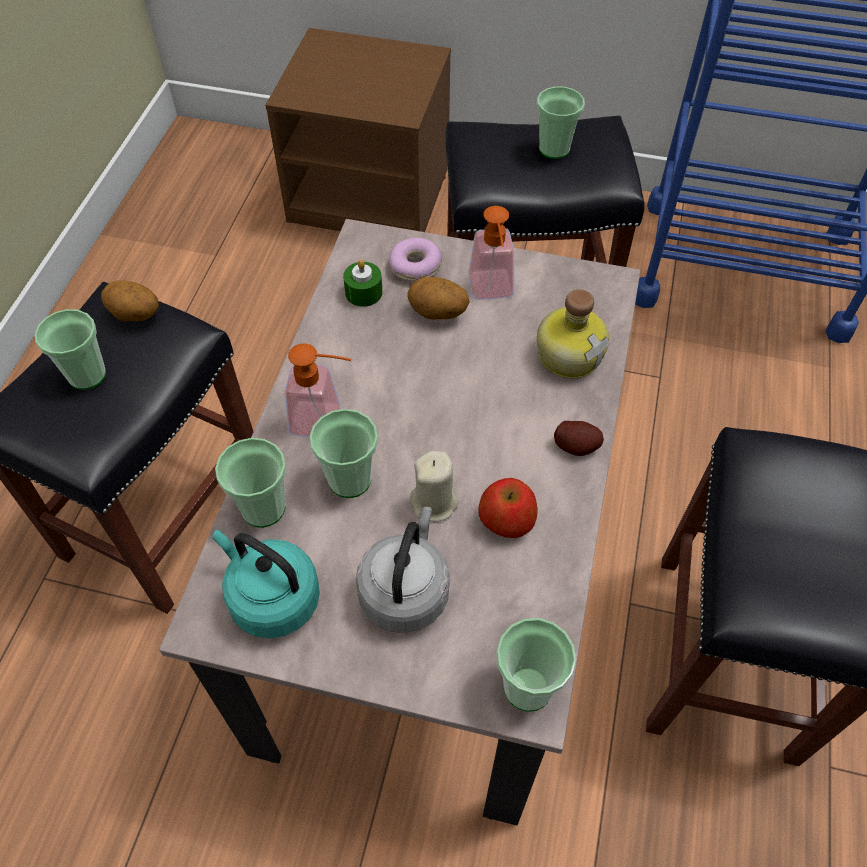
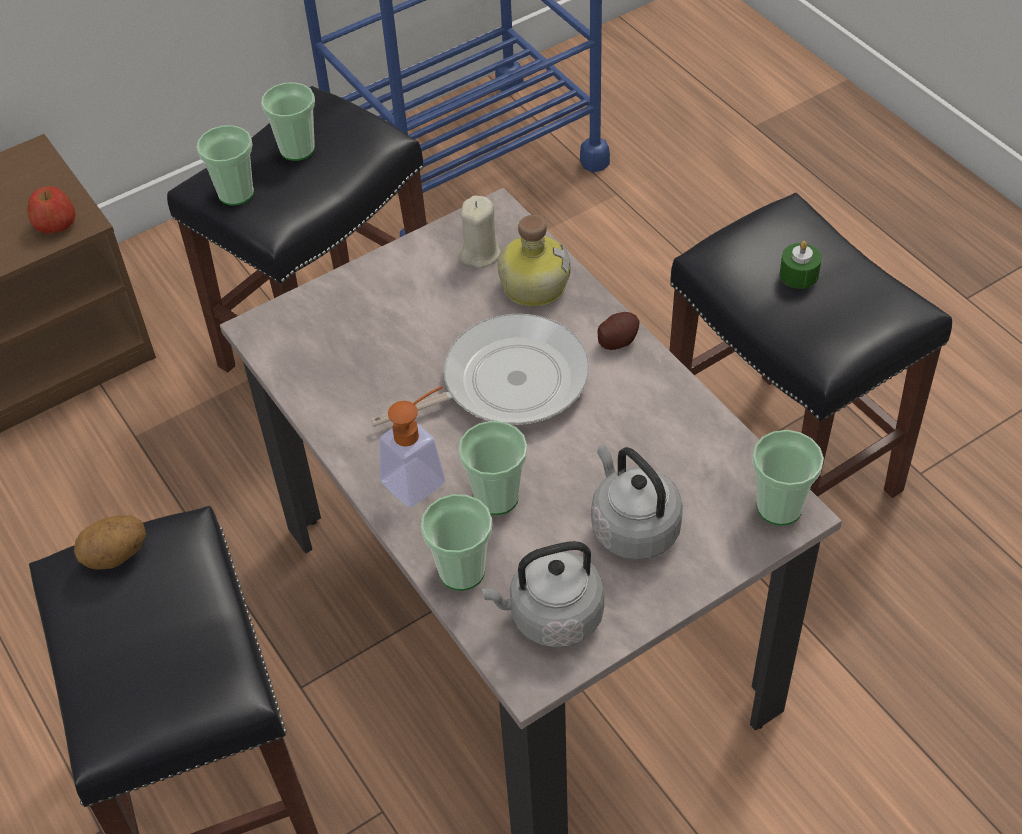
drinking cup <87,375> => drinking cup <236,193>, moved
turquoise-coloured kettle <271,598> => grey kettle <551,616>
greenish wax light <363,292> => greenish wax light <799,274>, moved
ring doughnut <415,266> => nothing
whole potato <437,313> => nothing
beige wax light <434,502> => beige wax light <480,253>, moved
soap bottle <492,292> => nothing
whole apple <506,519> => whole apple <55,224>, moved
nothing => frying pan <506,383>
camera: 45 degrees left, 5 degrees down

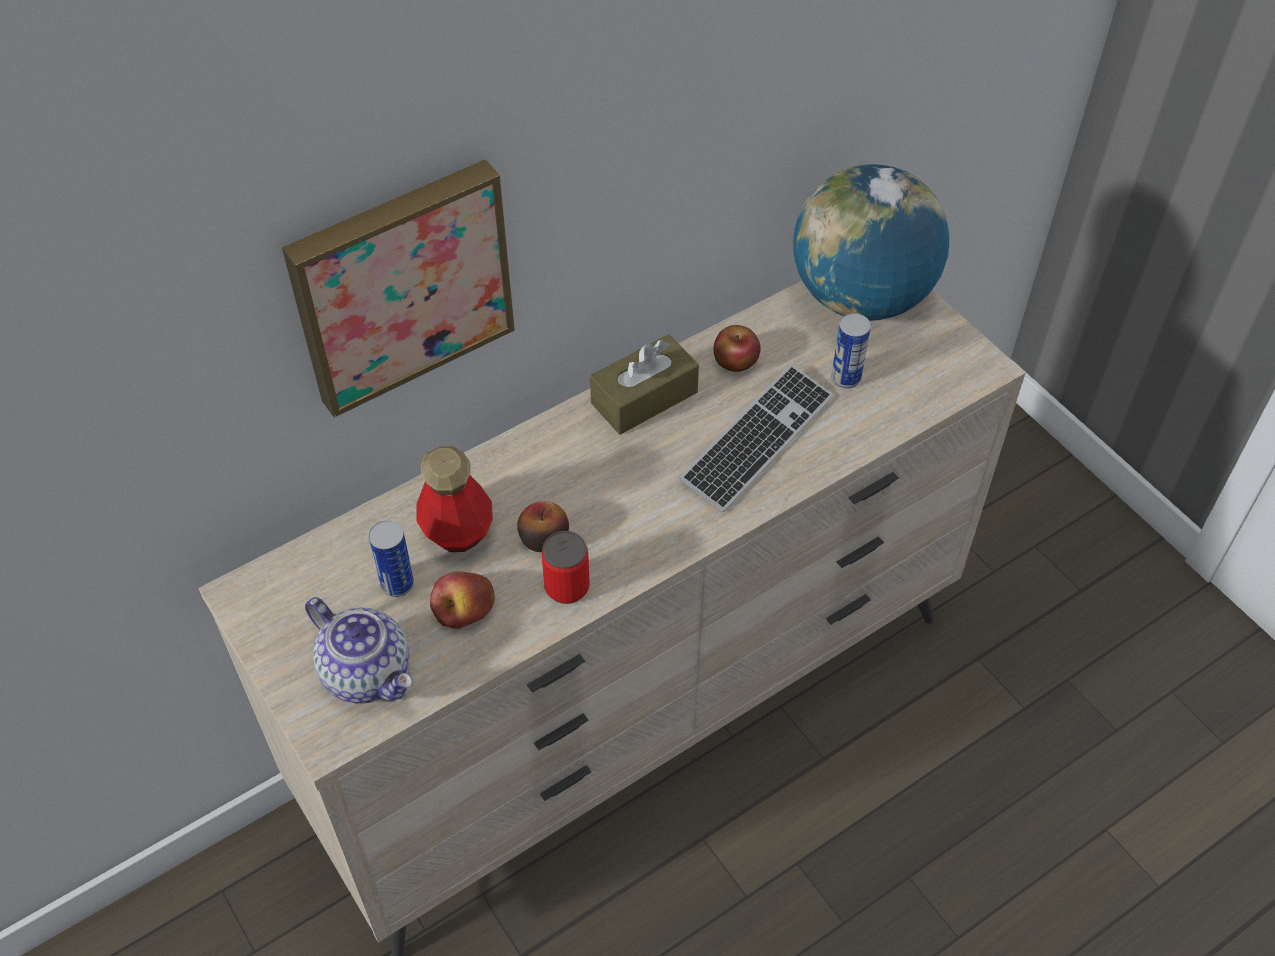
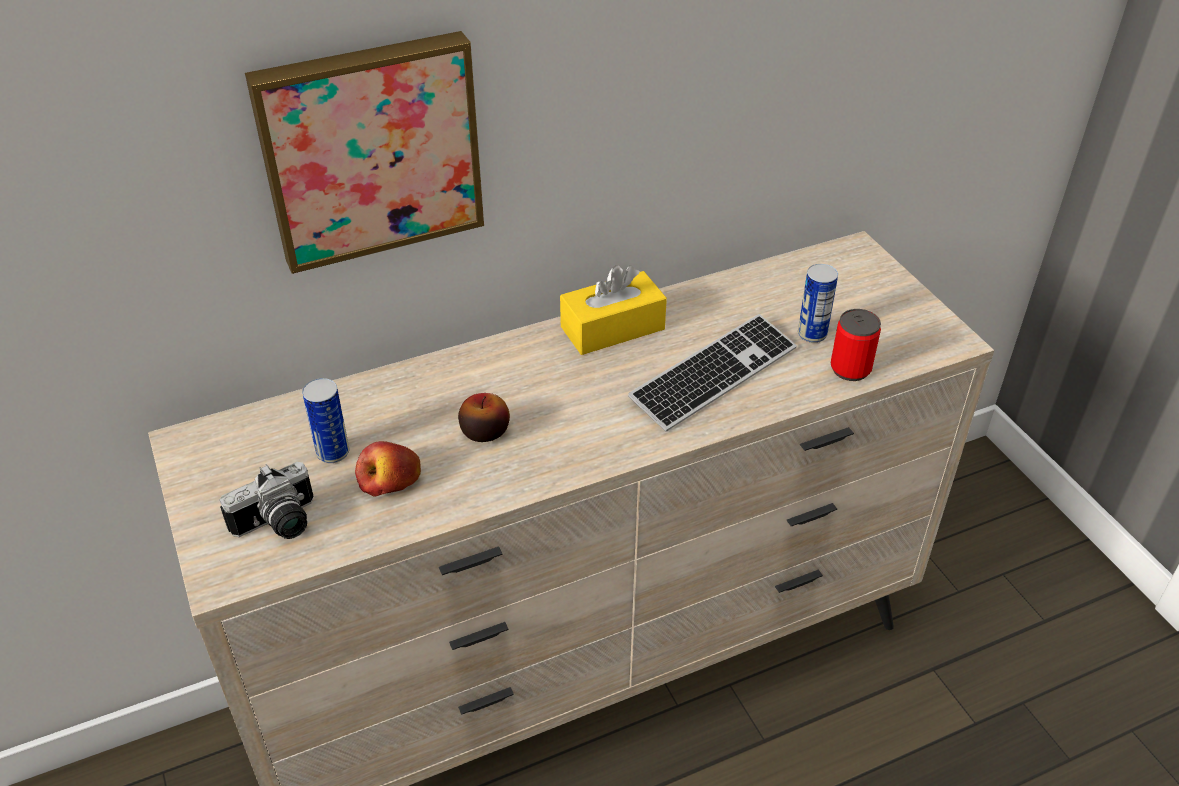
tea pot <368,673> => still camera <279,525>
drink bottle <457,531> => nothing
sealed can <567,587> => sealed can <850,369>, moved
brownish box of tissues <644,397> => yellow-coloured box of tissues <612,328>
whole apple <736,360> => nothing
world globe <861,298> => nothing
camera: 10 degrees right, 10 degrees down

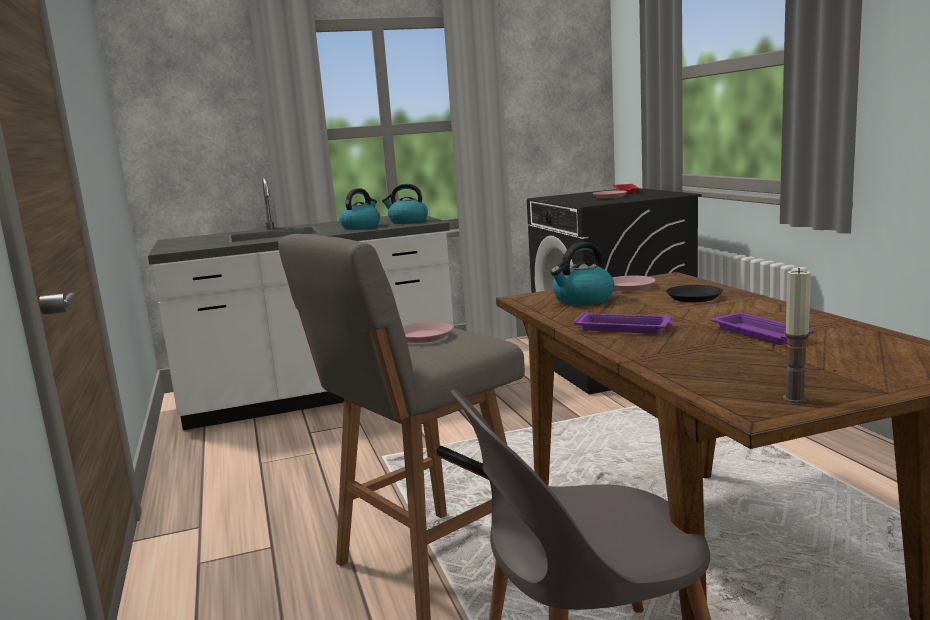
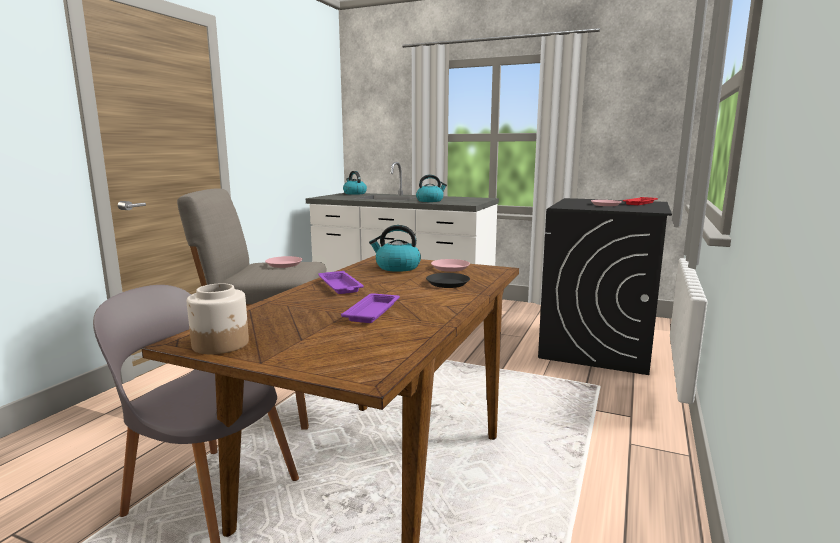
kettle <407,221> => kettle <354,193>, moved
wax light <794,399> => storage jar <221,344>
camera: 40 degrees right, 0 degrees up

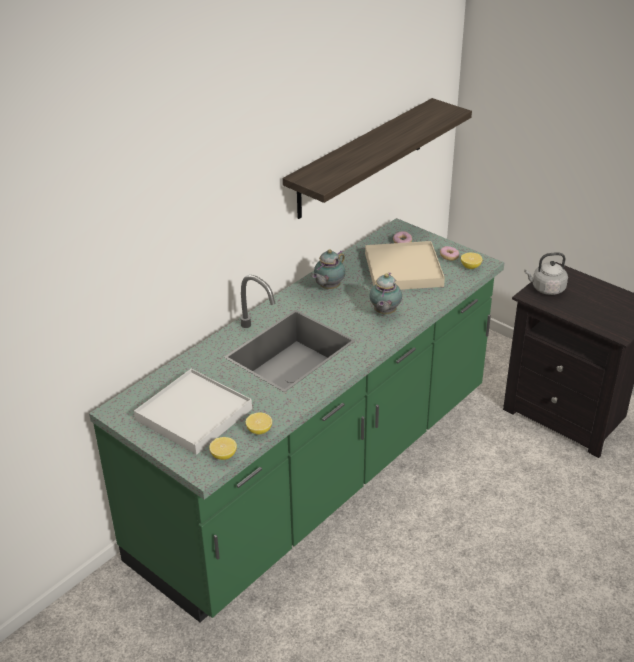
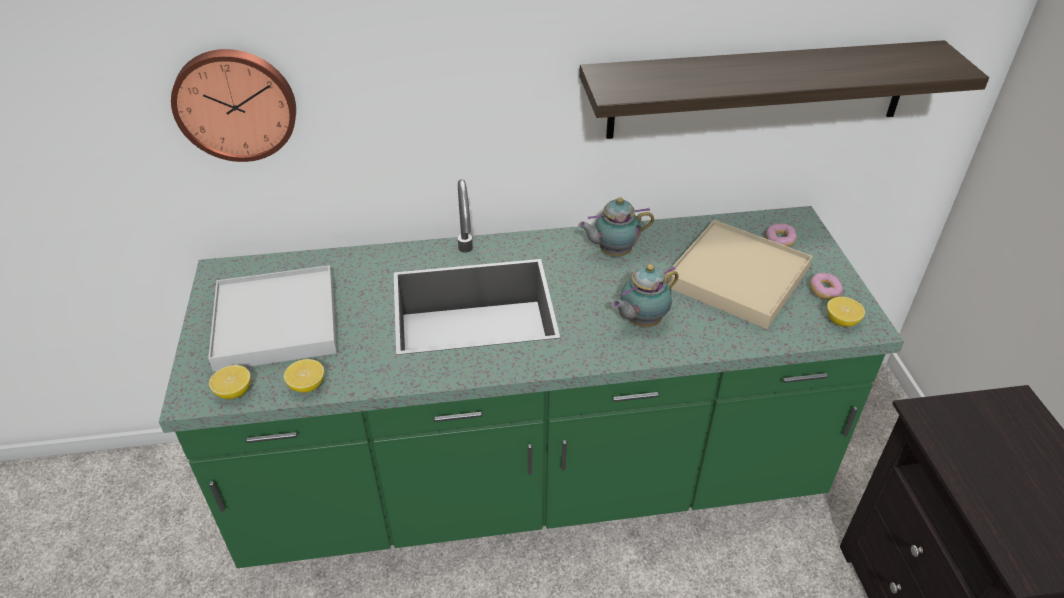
grey kettle <546,289> => nothing
nothing => hanging clock <235,104>
camera: 40 degrees right, 5 degrees up

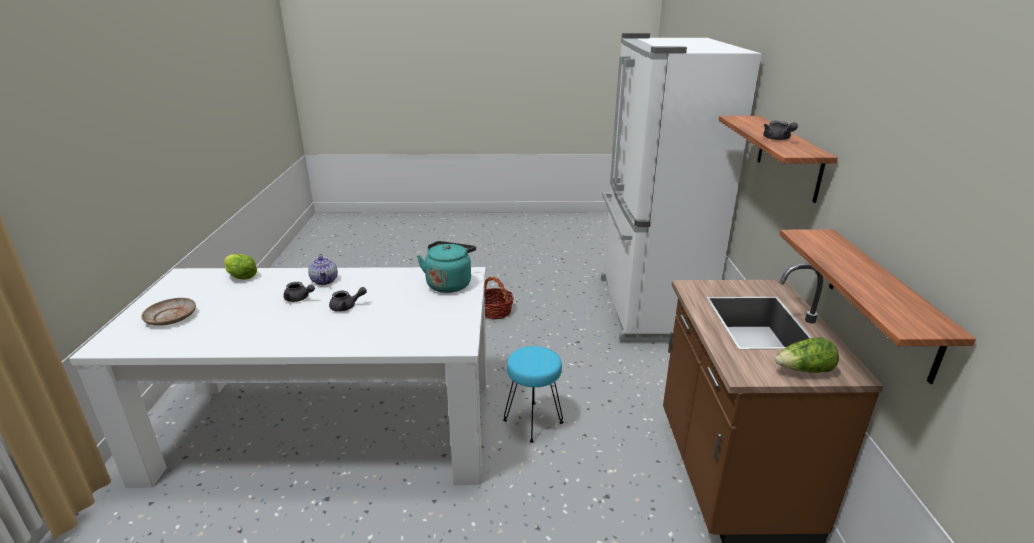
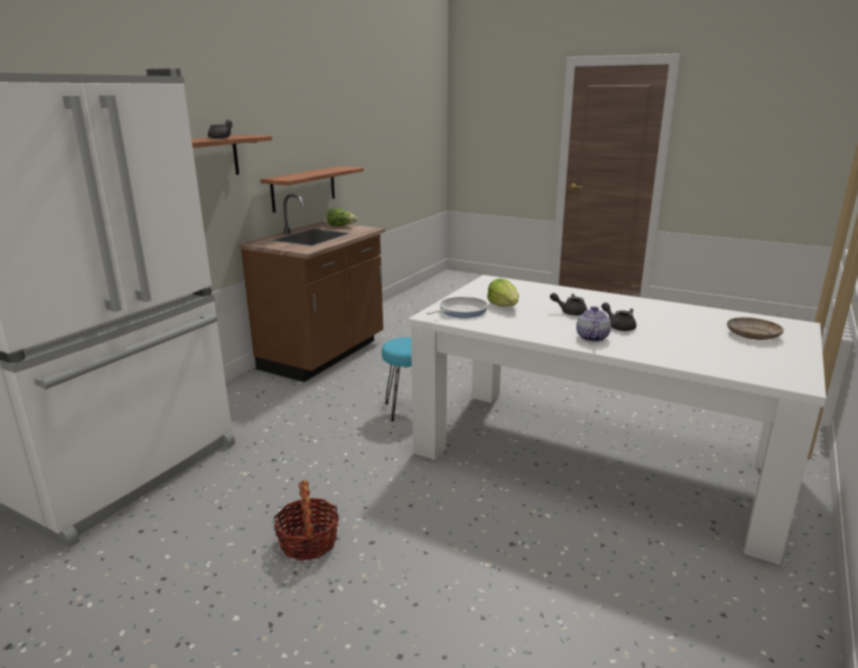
lettuce <240,276> => lettuce <504,306>, moved
turquoise-coloured kettle <449,283> => frying pan <460,311>
camera: 150 degrees left, 5 degrees down

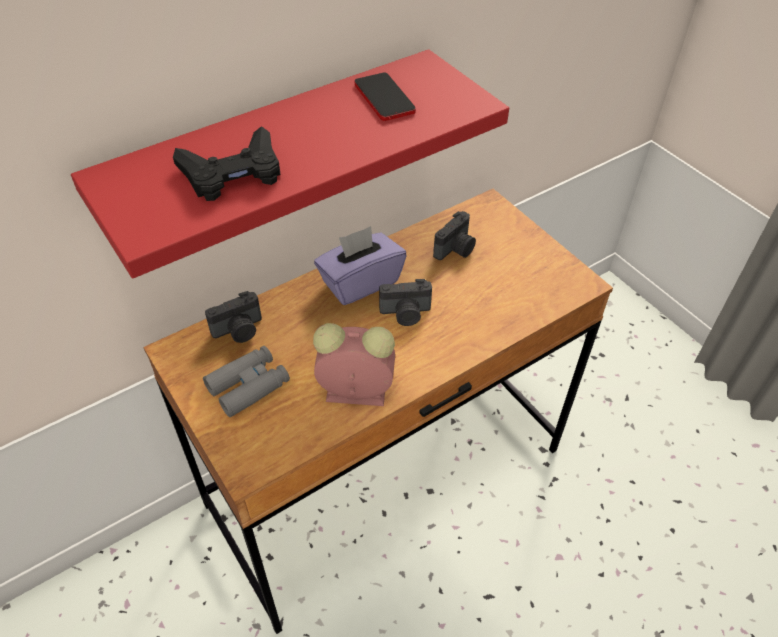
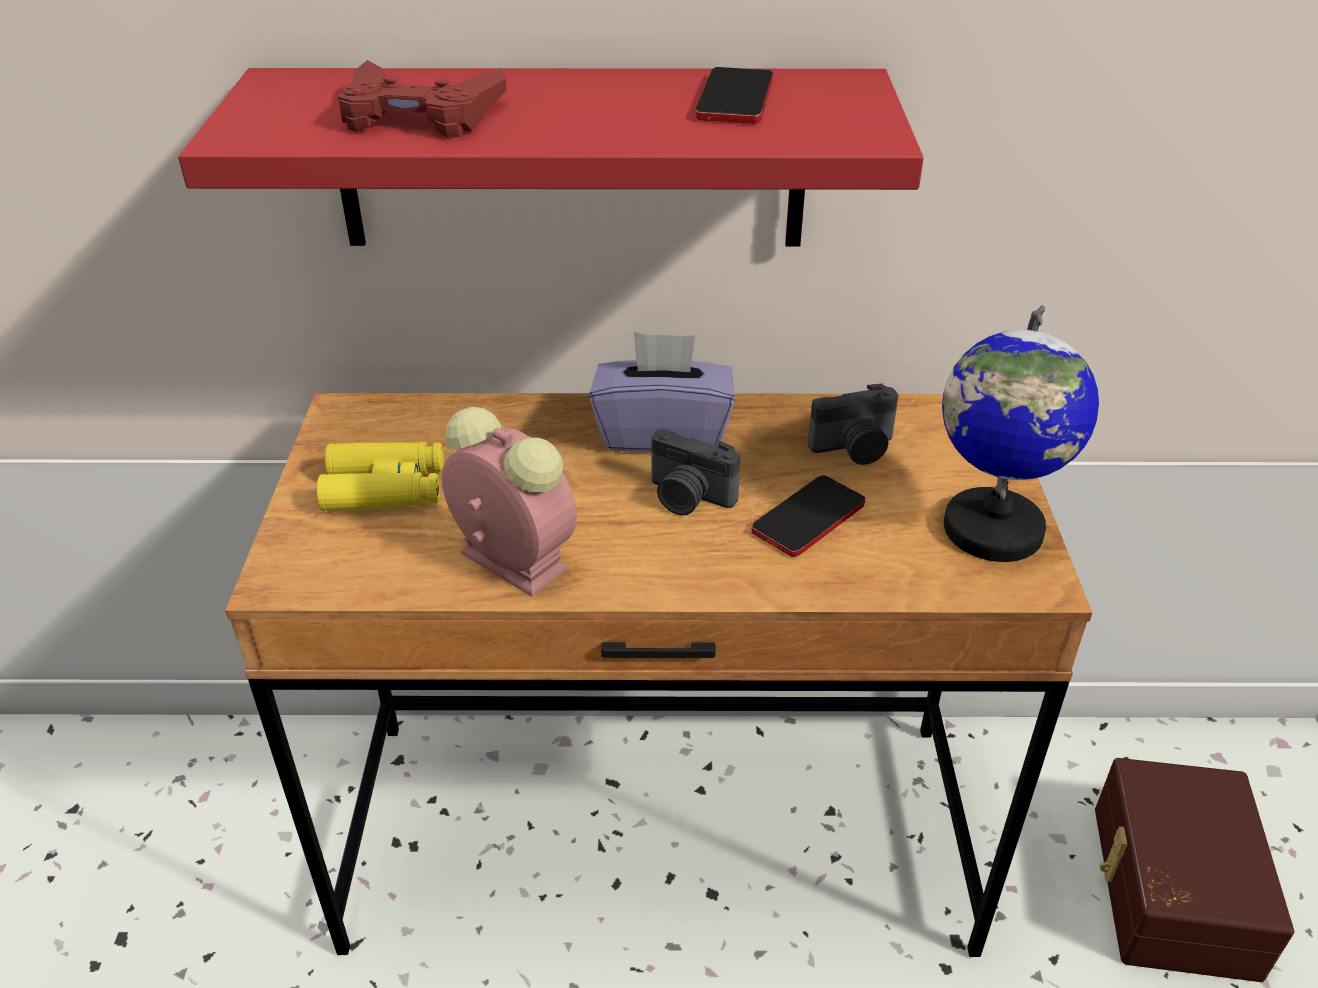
blackish game controller <232,173> => red game controller <419,115>
grey binoculars <248,386> => yellow-coloured binoculars <385,488>
still camera <239,331> => nothing
nothing => handset <809,518>
nothing => world globe <991,529>
nothing => brownish storage box <1169,889>
camera: 35 degrees right, 10 degrees down

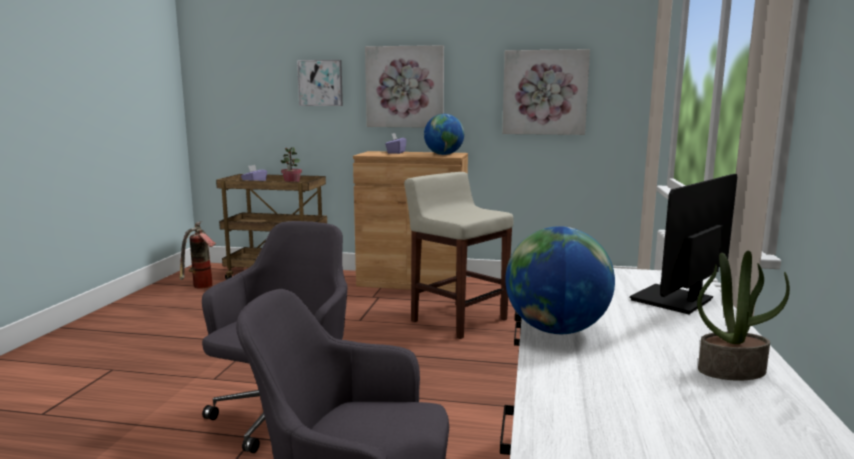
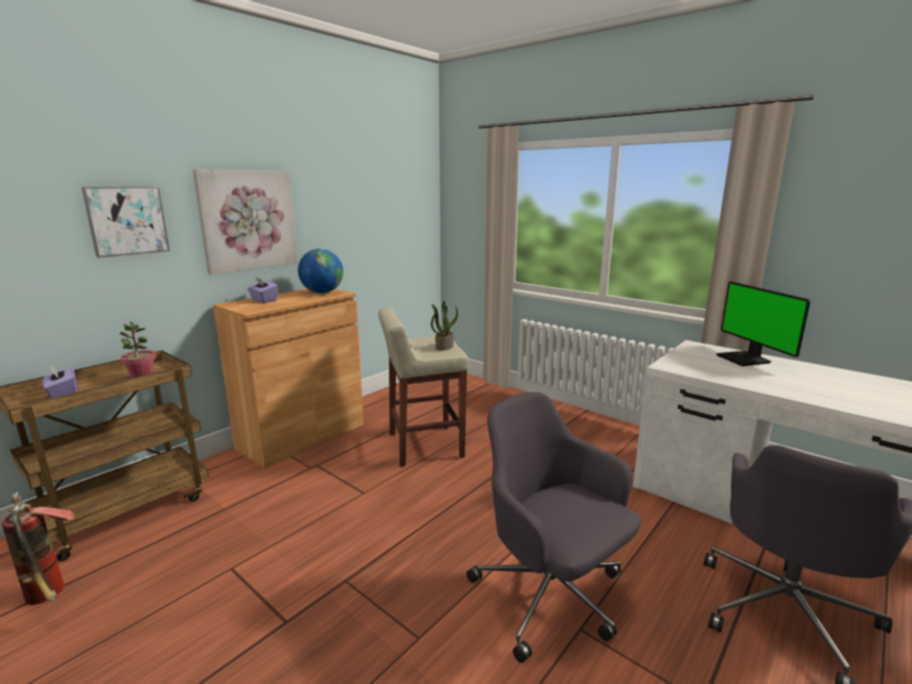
picture <544,92> => nothing
world globe <556,330> => nothing
houseplant <731,370> => houseplant <444,346>, moved
camera: 60 degrees left, 5 degrees up

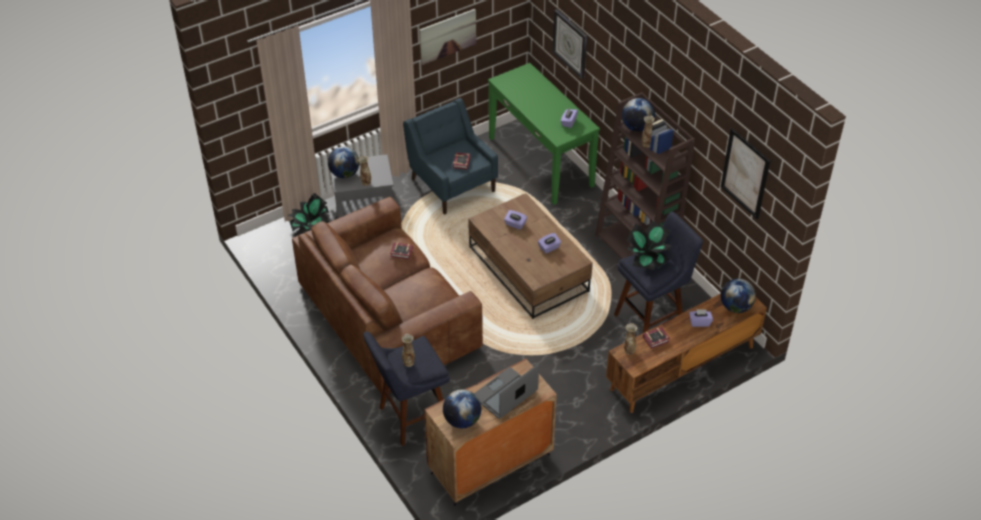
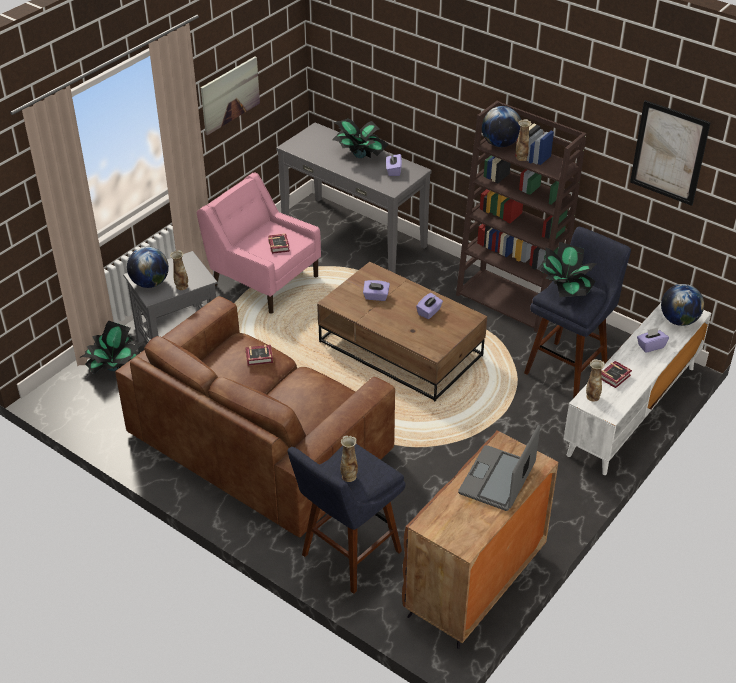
bluish easy chair <452,183> => pinkish easy chair <263,279>
world globe <462,420> => nothing
greenish console table <541,161> => grey console table <354,234>
hanging clock <570,43> => nothing
brownish media console <682,368> => white media console <632,411>
nothing => houseplant <359,155>
camera: 20 degrees left, 5 degrees down

